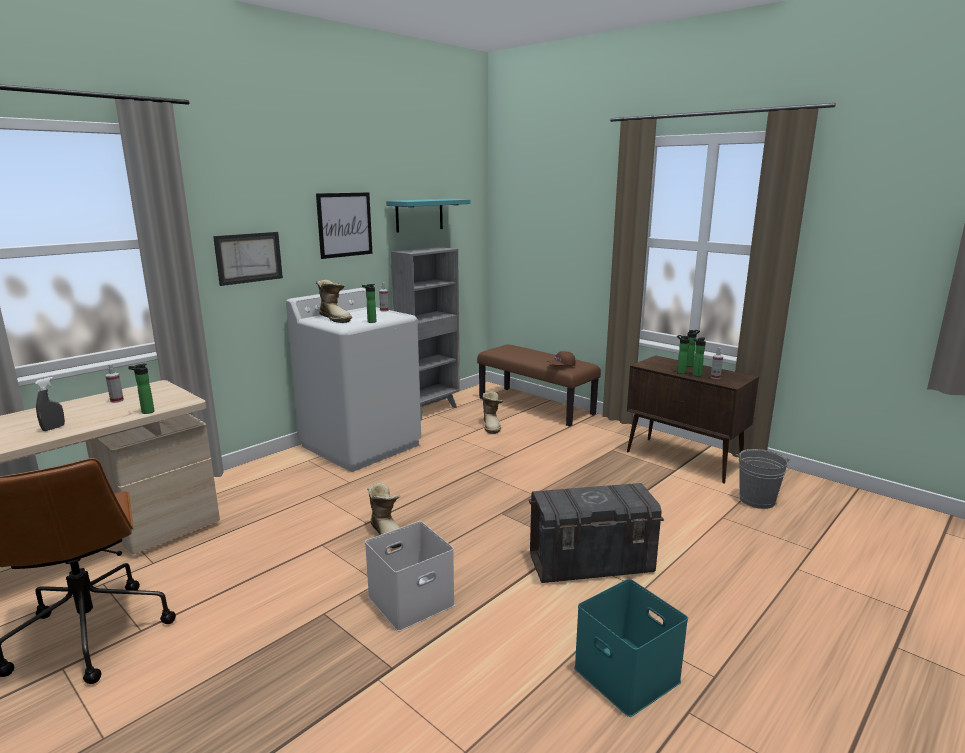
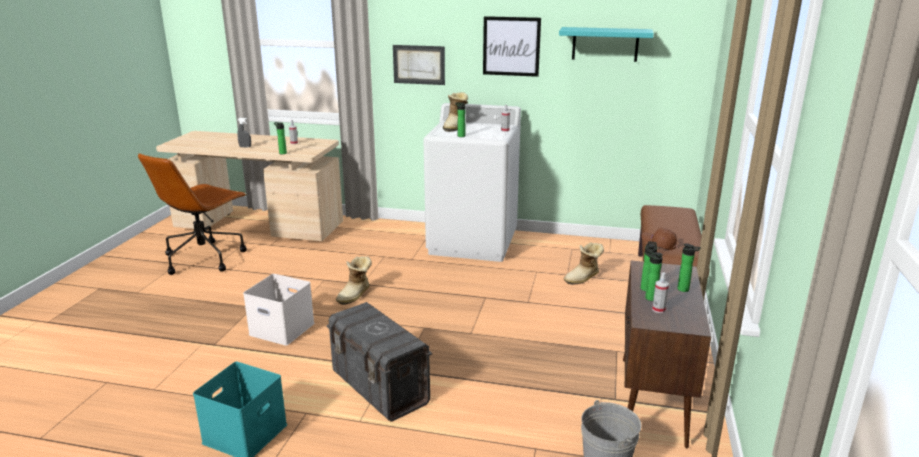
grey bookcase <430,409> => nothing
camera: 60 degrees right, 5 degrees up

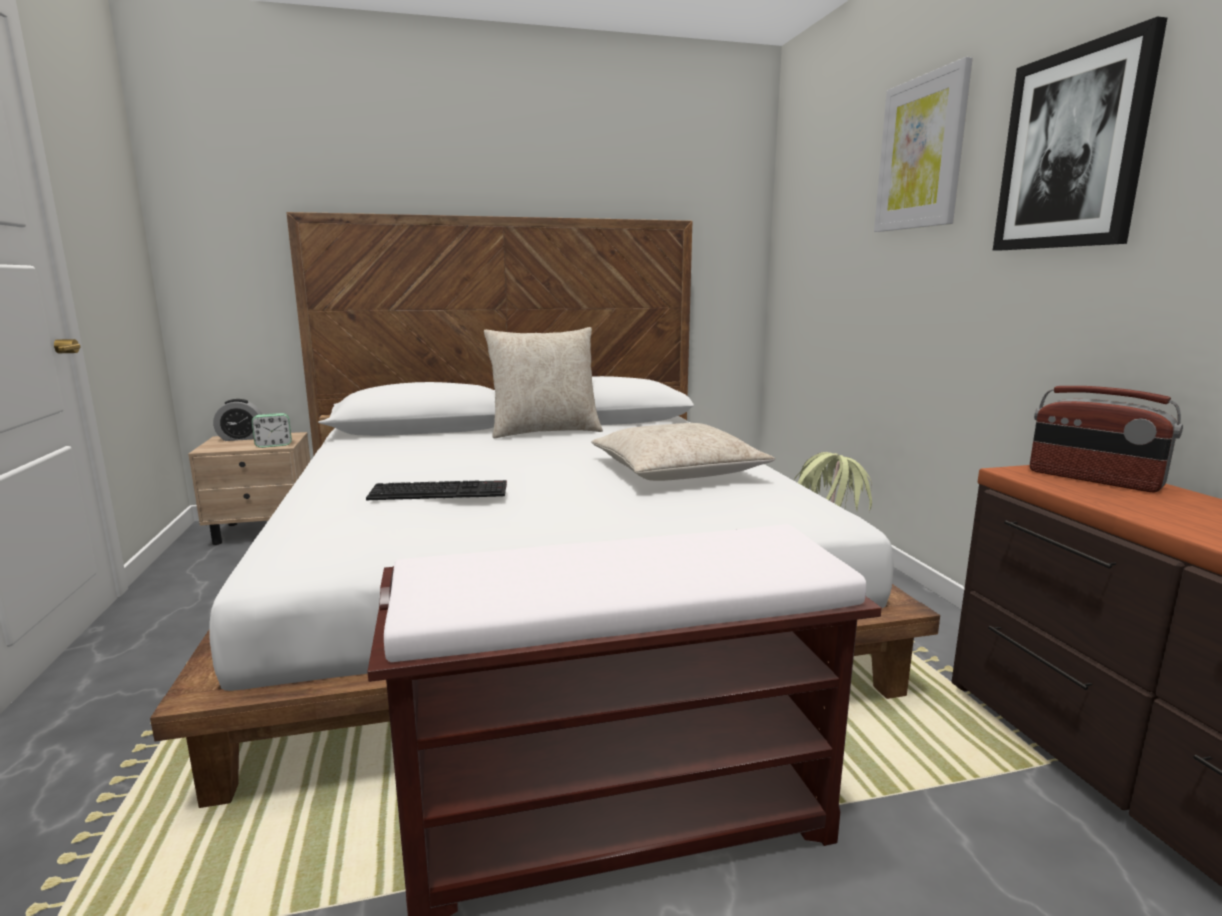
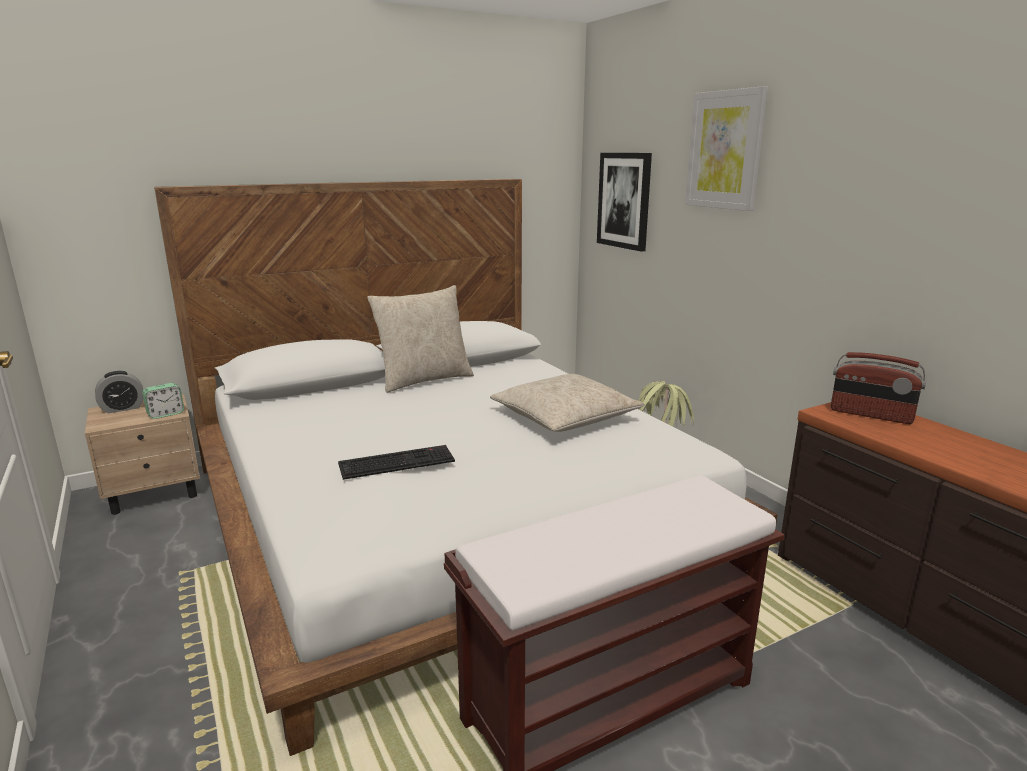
picture <1072,150> => picture <624,200>, moved
camera: 15 degrees left, 5 degrees up

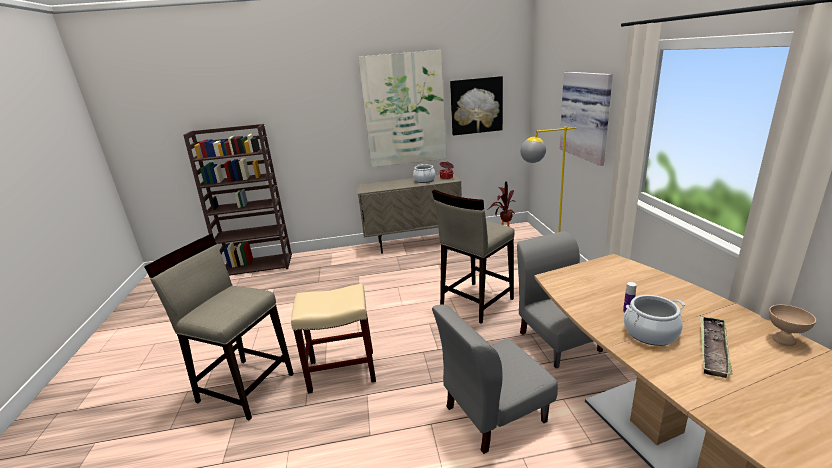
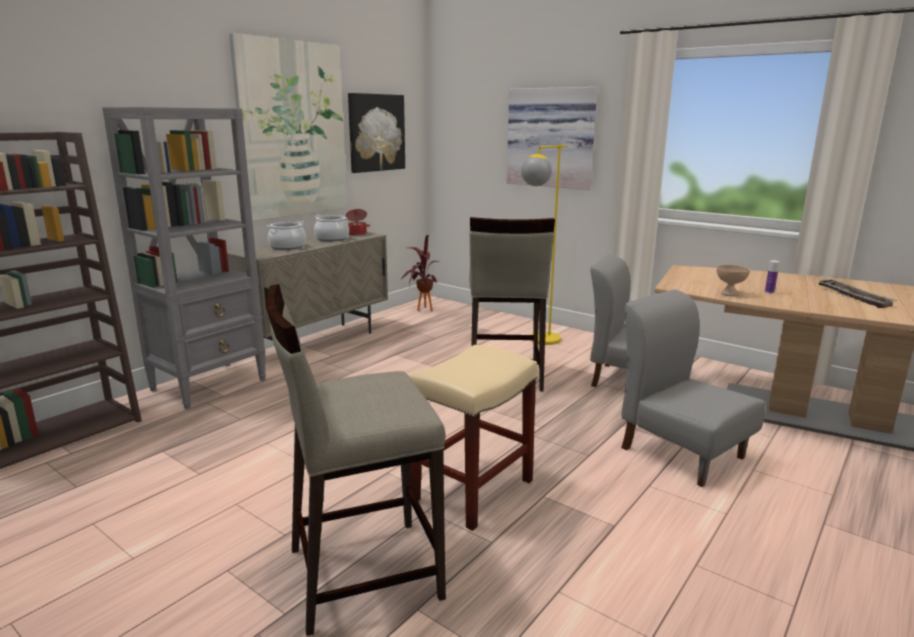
grey chair <494,413> => grey chair <681,452>, 120 degrees clockwise
stockpot <650,333> => stockpot <287,247>, moved
beige serving bowl <783,339> => beige serving bowl <728,294>, moved
nothing => grey bookcase <210,384>
camera: 45 degrees left, 5 degrees down

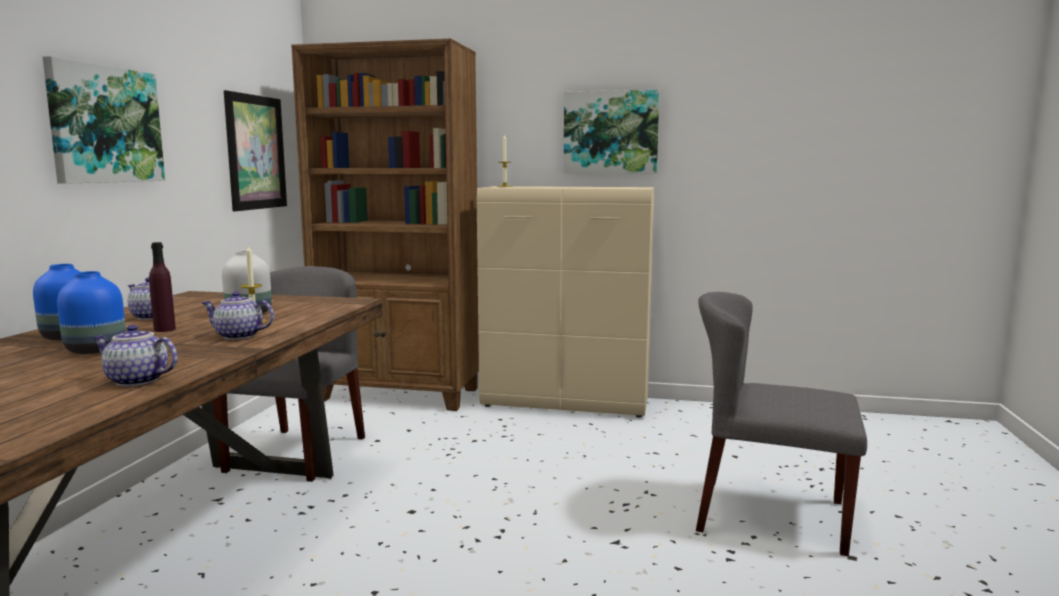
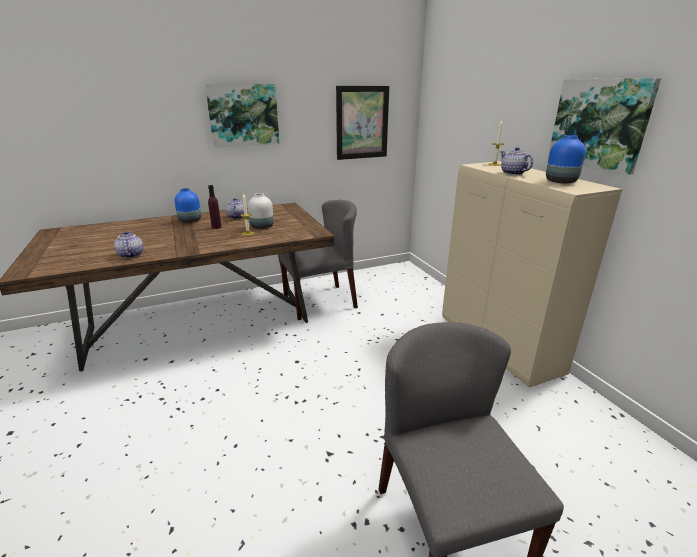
bluish vase <94,350> => bluish vase <559,181>, moved
tea pot <238,336> => tea pot <512,173>, moved
brownish bookcase <399,395> => nothing
camera: 55 degrees right, 15 degrees up

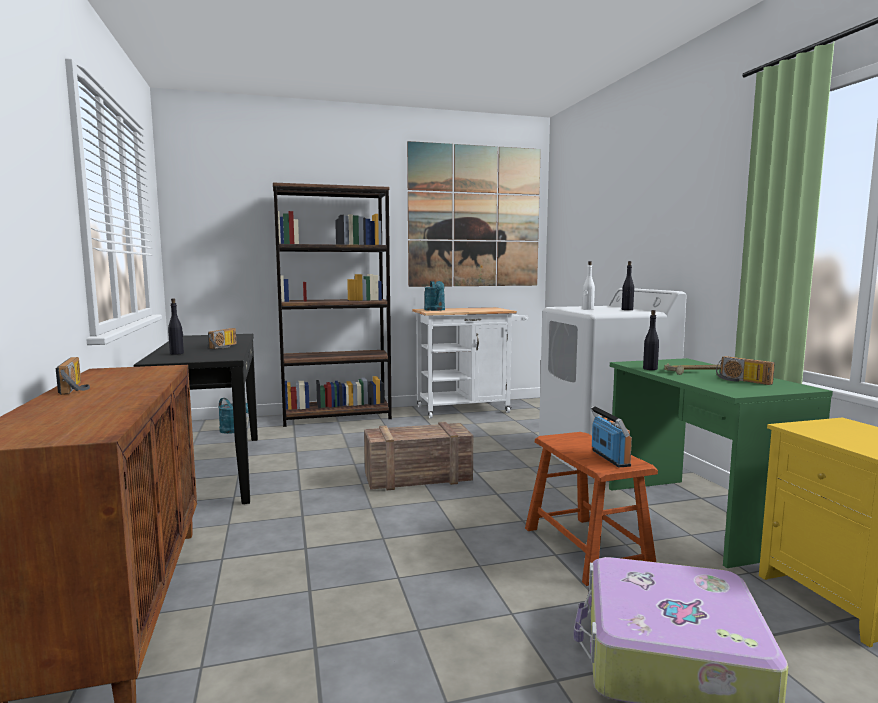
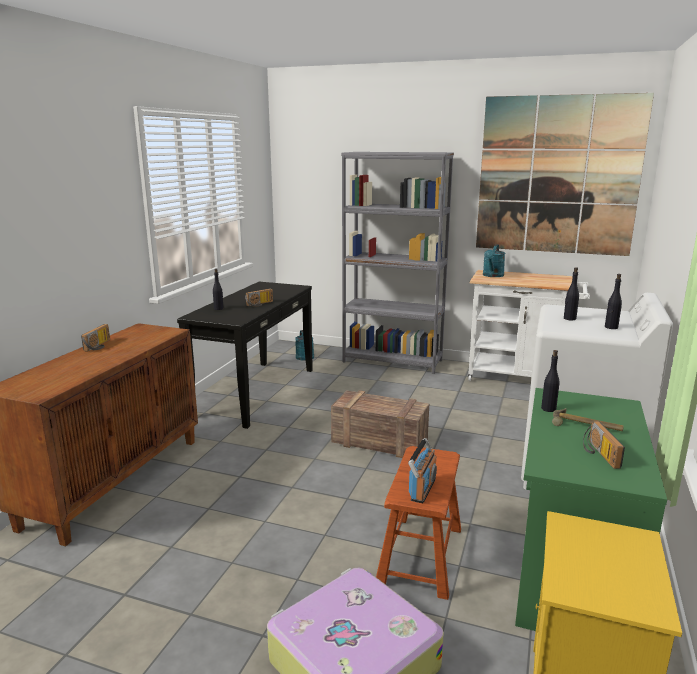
brownish bookcase <337,417> => grey bookcase <392,361>
white drink bottle <588,309> => blackish drink bottle <569,318>
camera: 35 degrees right, 10 degrees up

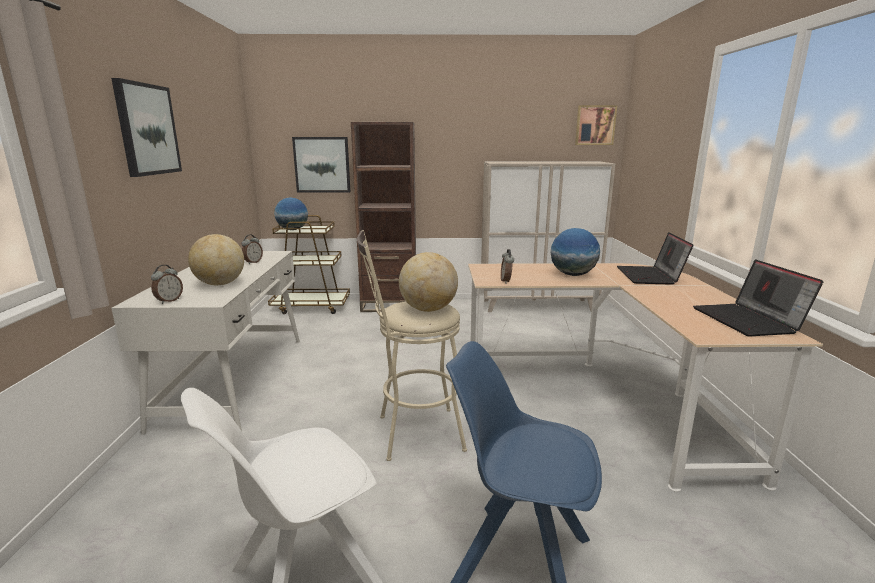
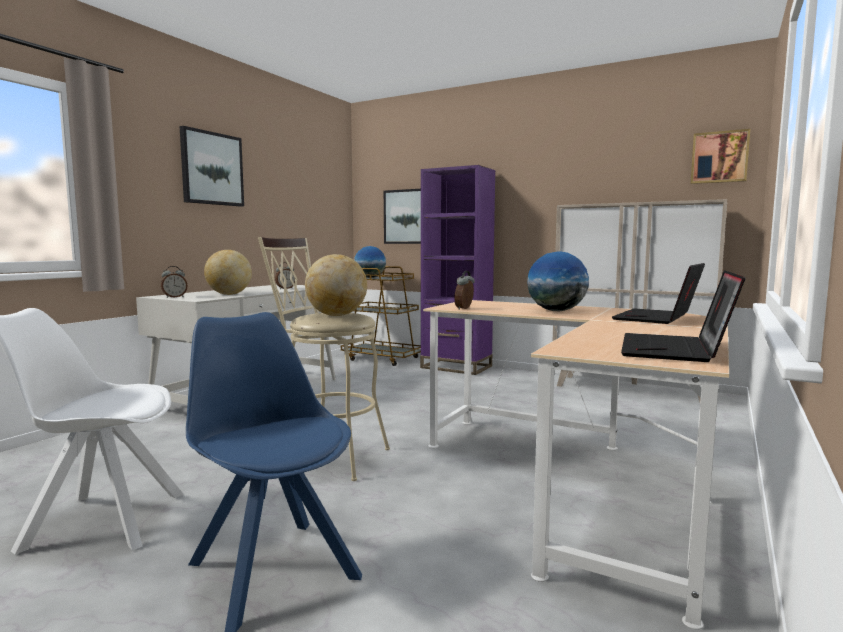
brownish bookcase <389,305> => purple bookcase <456,367>
camera: 30 degrees right, 10 degrees down

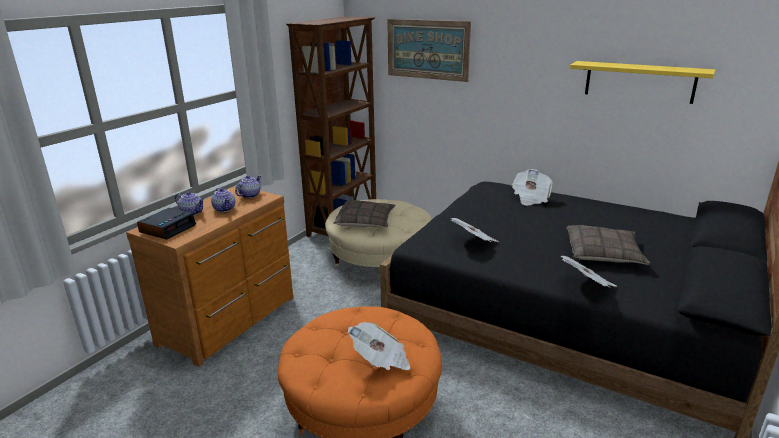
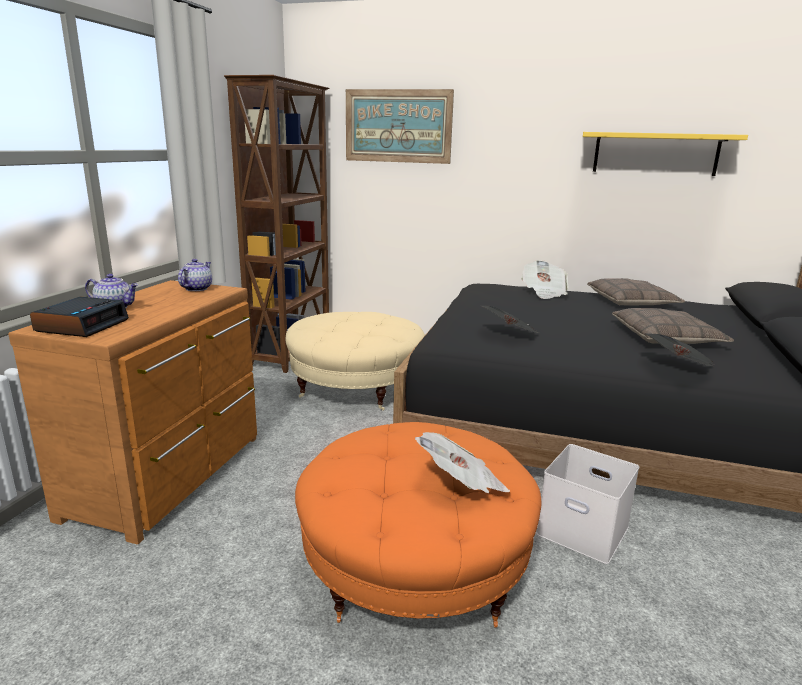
tea pot <225,209> => nothing
cushion <365,221> => cushion <631,302>, moved
nothing => white storage box <585,530>
camera: 15 degrees left, 5 degrees down

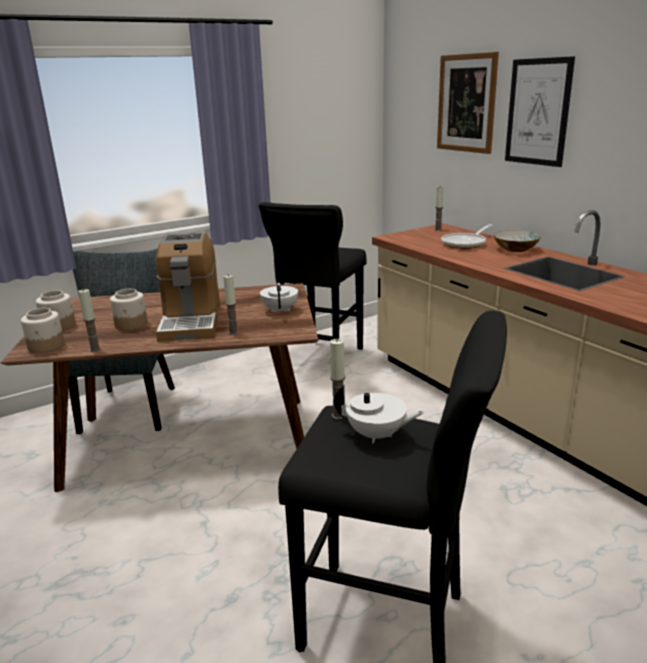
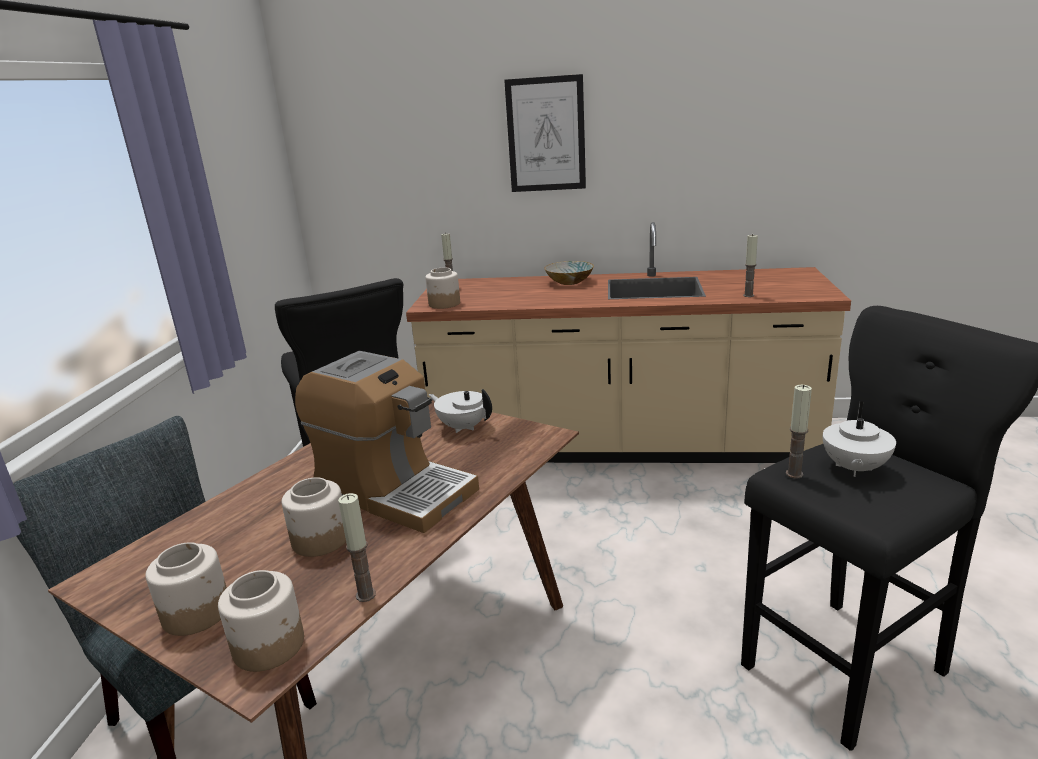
wax light <233,332> => wax light <748,295>, moved
white tea pot <376,435> => white tea pot <853,468>, 150 degrees clockwise
picture <466,103> => nothing
frying pan <465,243> => nothing
nothing => storage jar <444,304>
camera: 50 degrees left, 0 degrees up

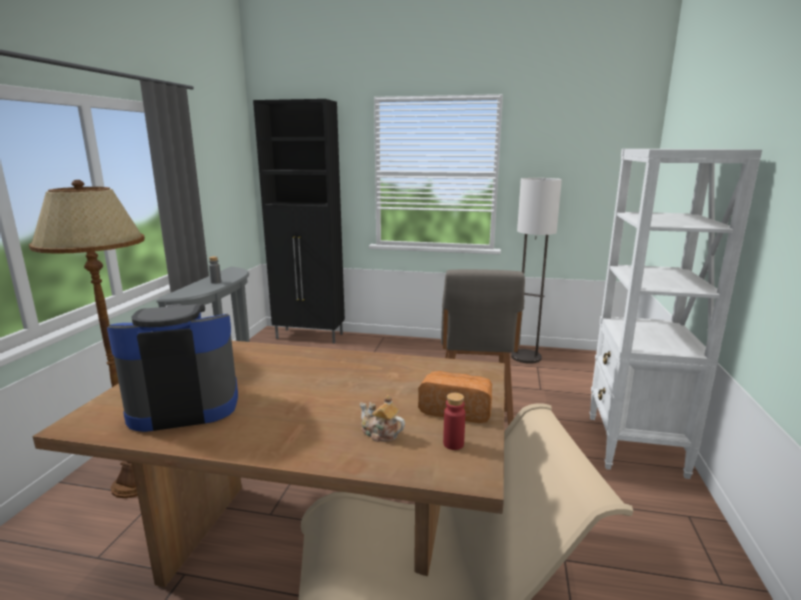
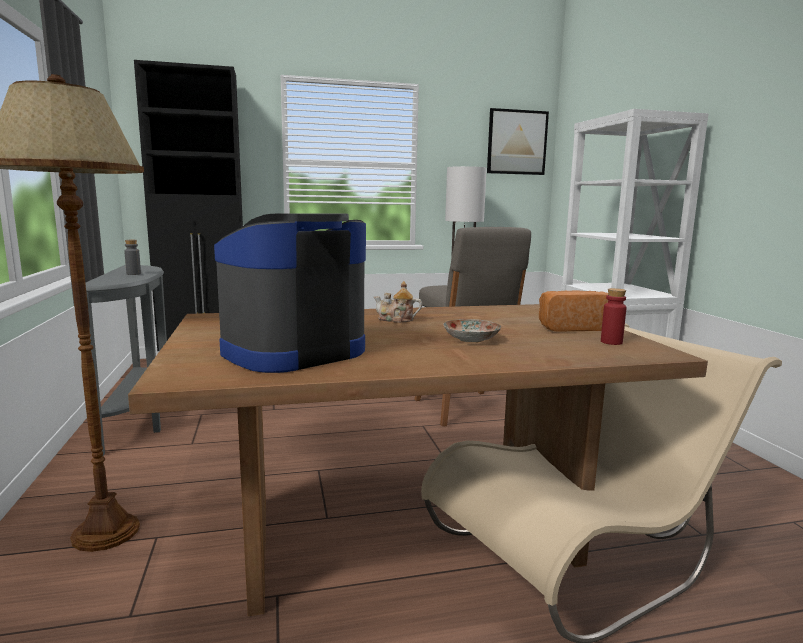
tea pot <380,433> => tea pot <396,320>, moved
nothing => plate <472,339>
nothing => picture <517,142>
camera: 25 degrees left, 5 degrees down

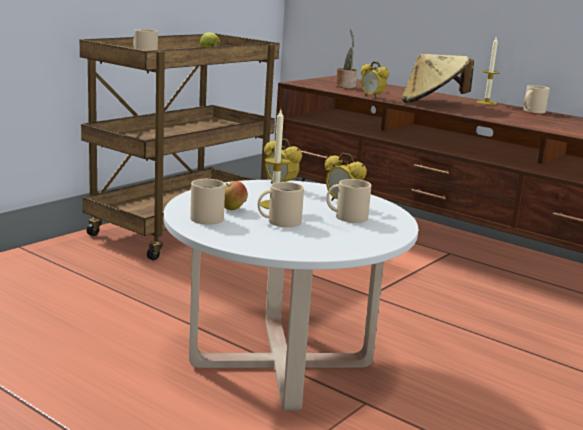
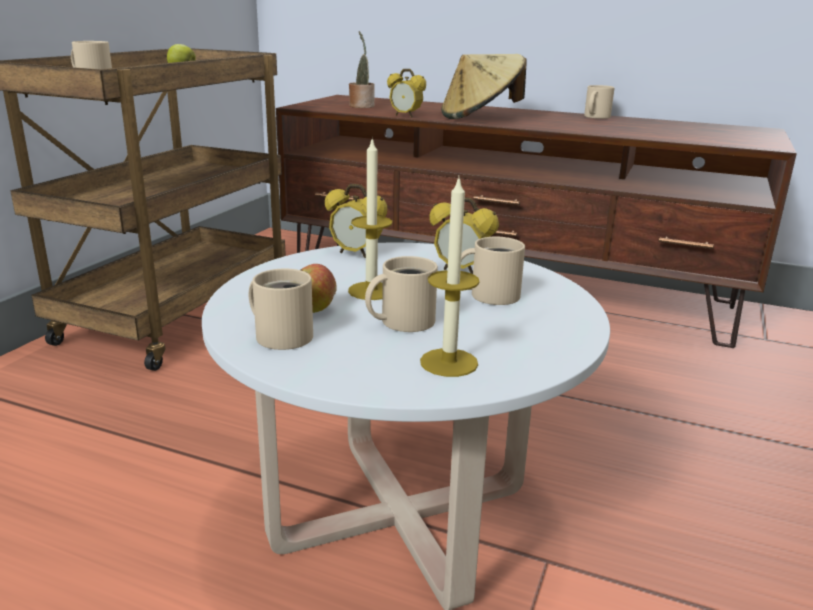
wax light <486,103> => wax light <449,362>, moved
camera: 15 degrees left, 5 degrees up

